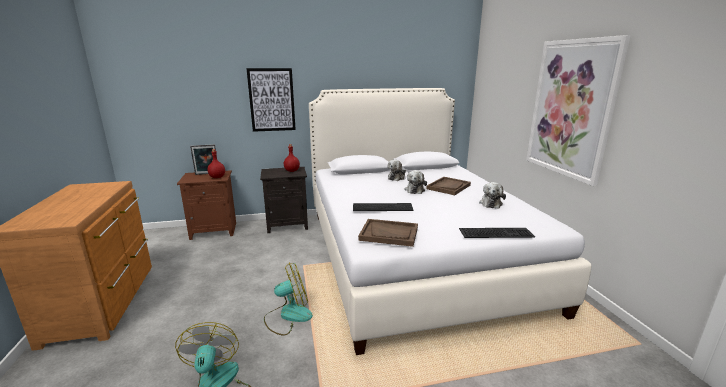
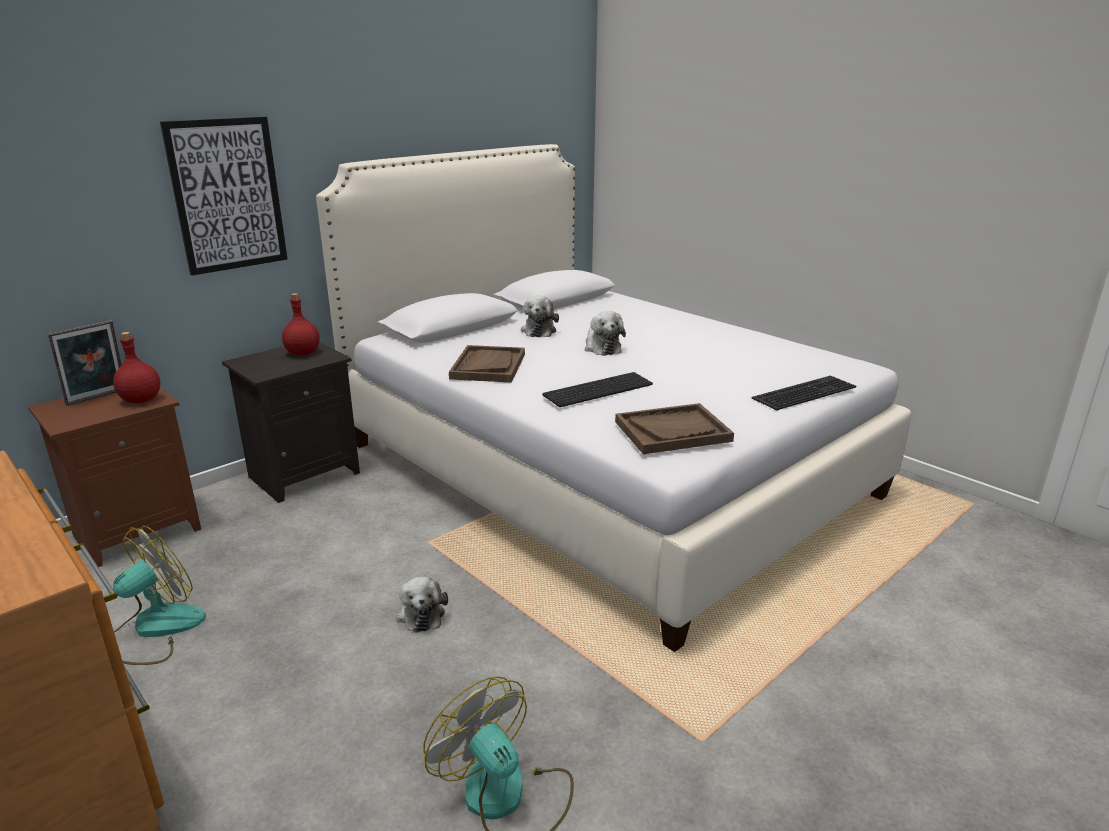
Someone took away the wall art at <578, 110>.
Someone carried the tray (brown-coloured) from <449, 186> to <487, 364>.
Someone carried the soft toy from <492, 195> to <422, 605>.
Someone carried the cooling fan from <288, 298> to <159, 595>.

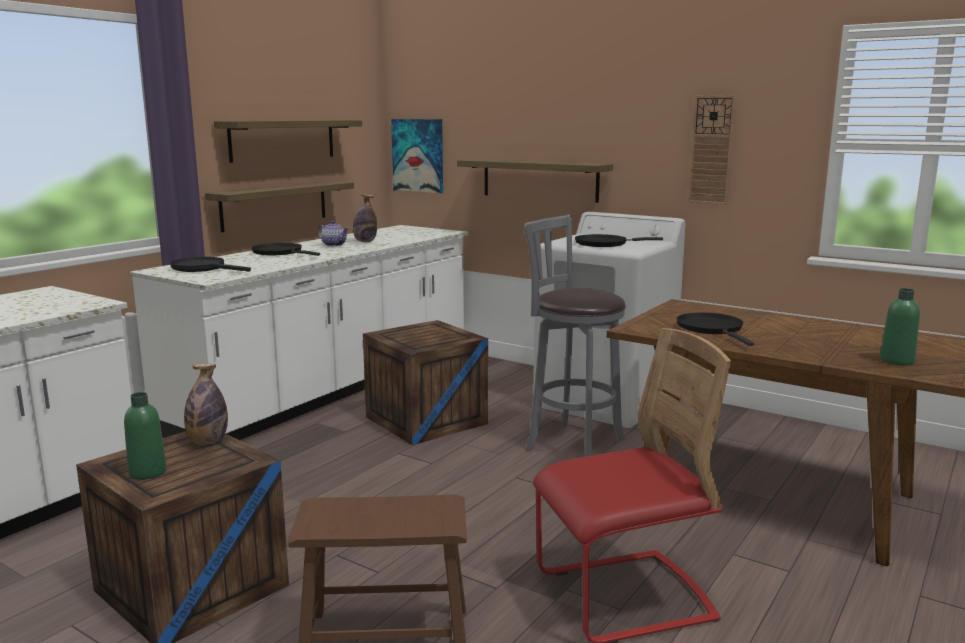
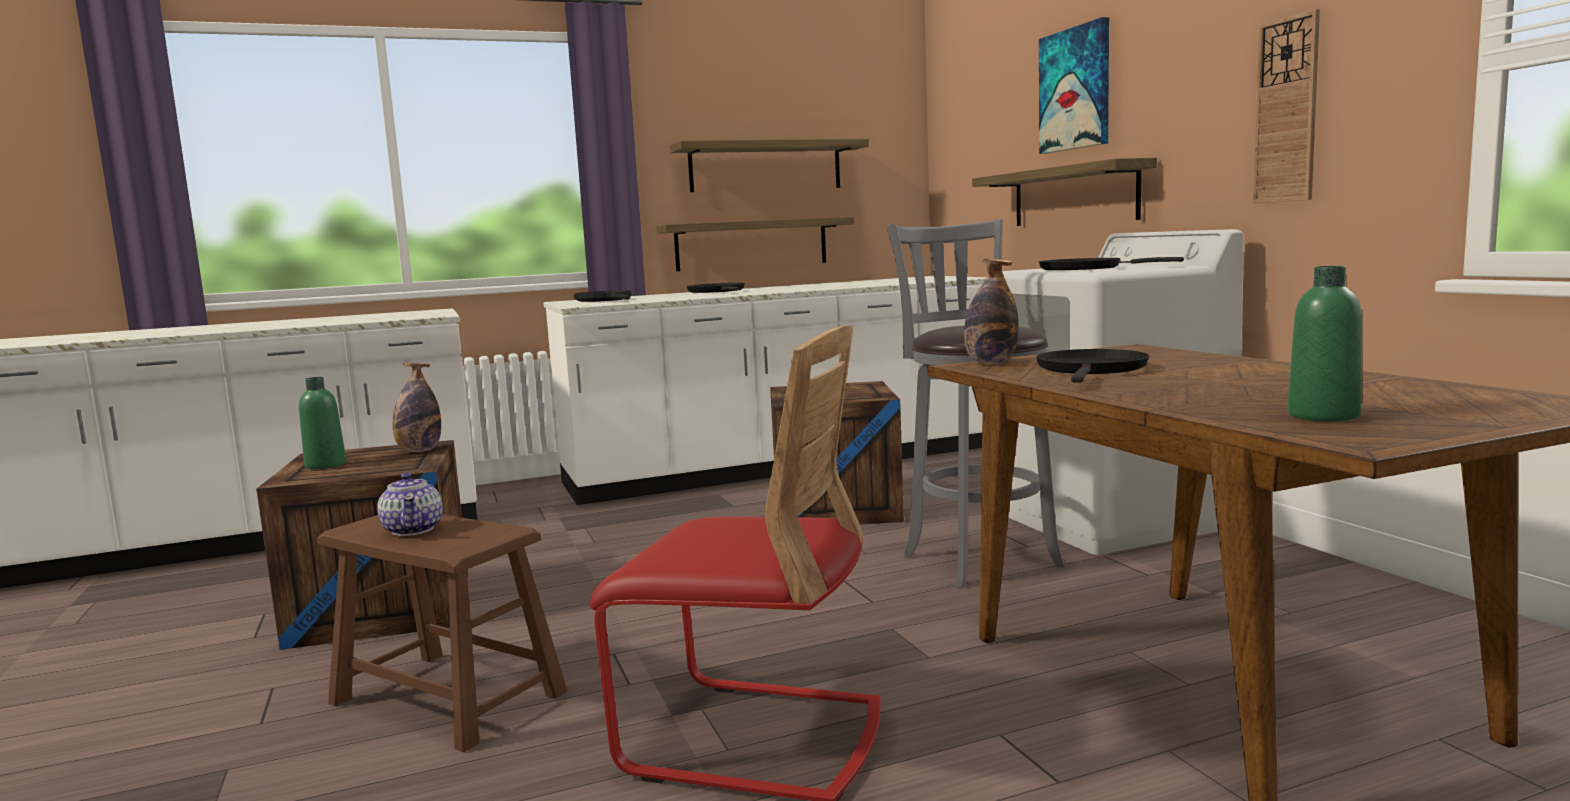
Someone carried the wall art from <417, 156> to <1074, 85>.
Someone carried the bottle from <365, 218> to <991, 311>.
Someone carried the tea pot from <333, 233> to <409, 504>.

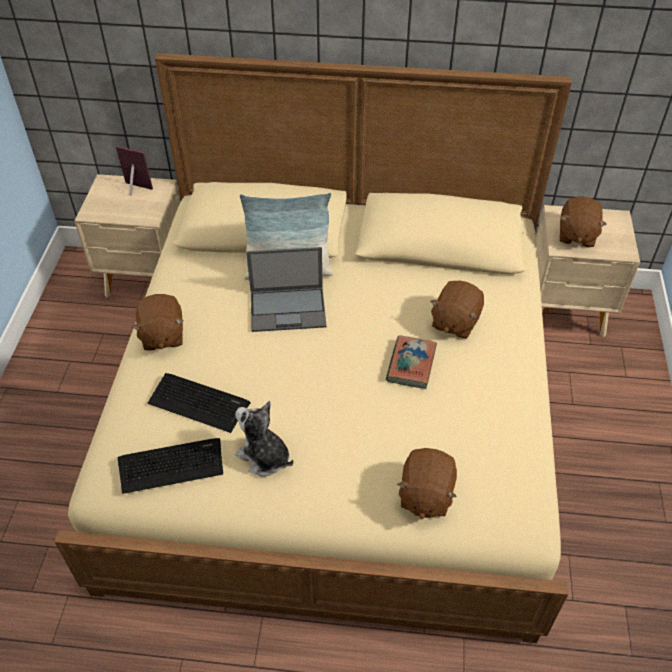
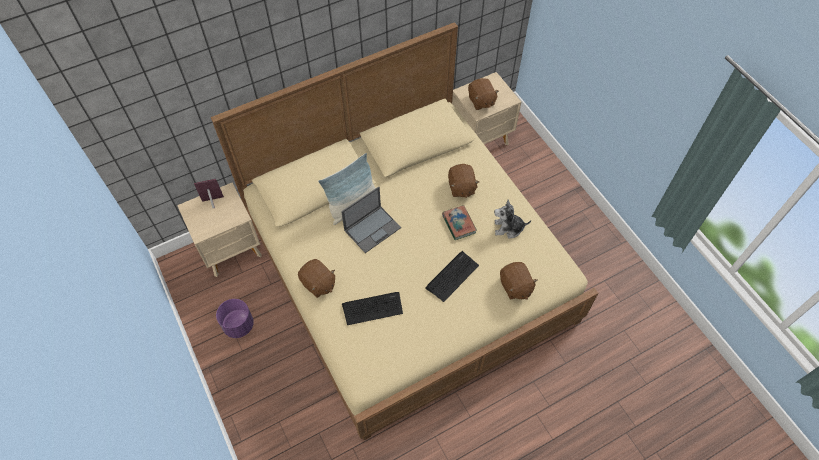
Someone carried the soft toy from <264, 438> to <512, 219>.
Someone carried the PC keyboard from <170, 466> to <452, 276>.
Someone put down the planter (purple-coloured) at <235, 318>.

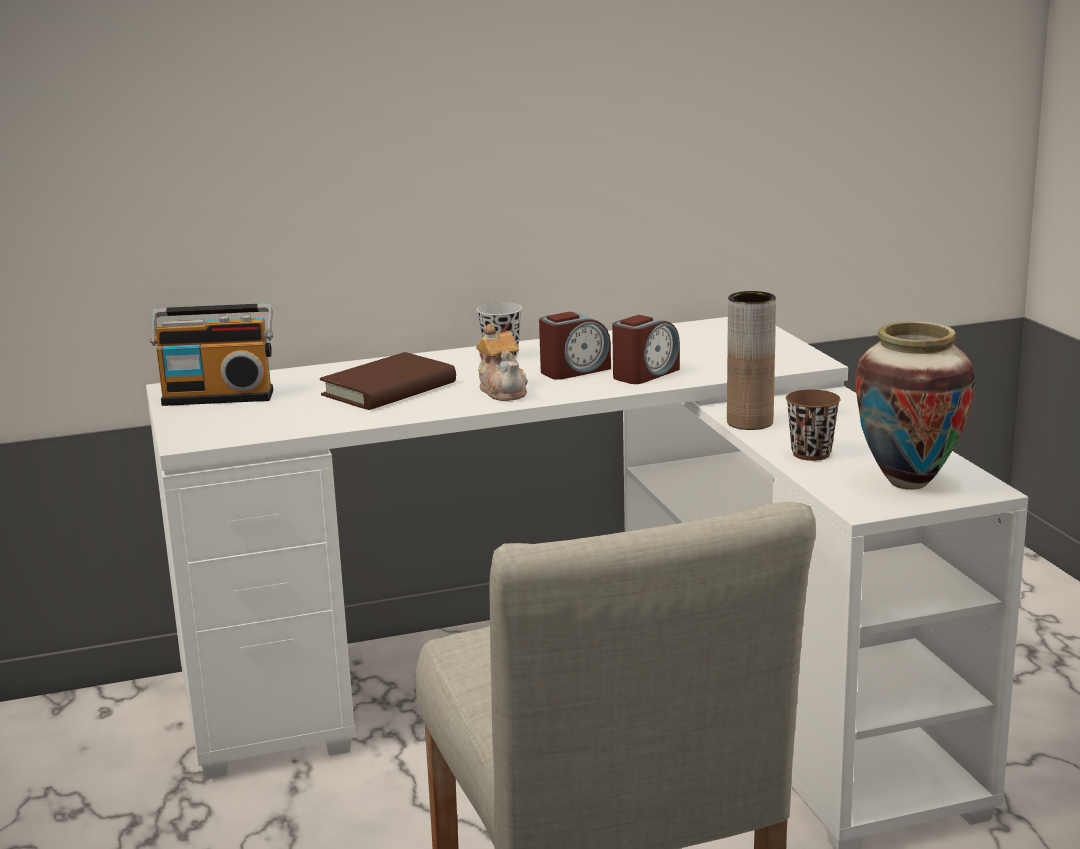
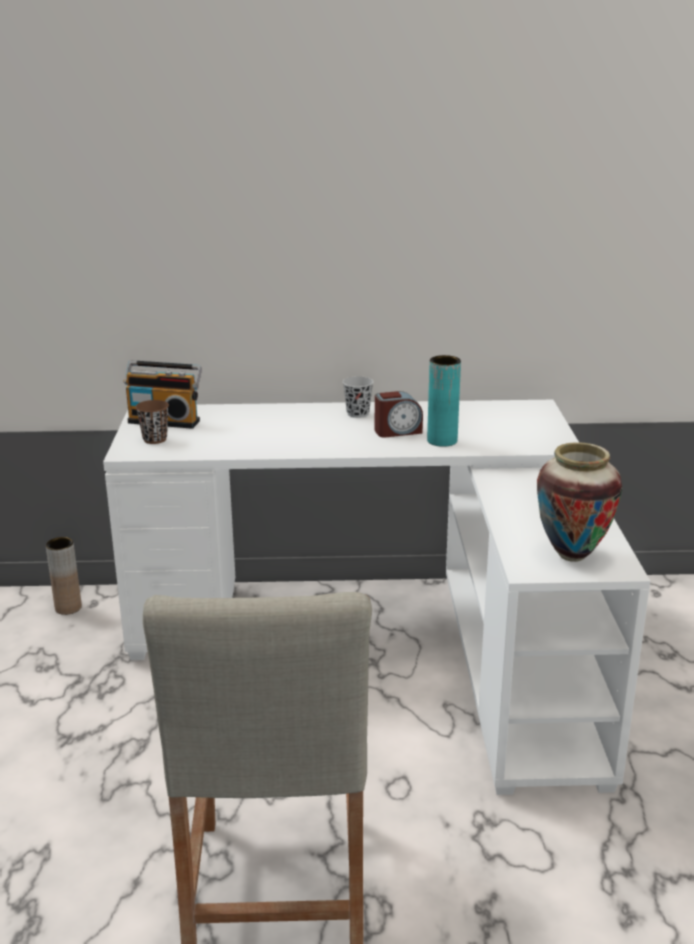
Someone carried the flower vase (brown-coloured) from <751, 360> to <64, 576>.
Someone swapped the bedside clock at <646, 349> for the flower vase (turquoise) at <444, 401>.
Someone took away the tea pot at <502, 362>.
Someone took away the book (brown-coloured) at <388, 381>.
Someone carried the cup (brown-coloured) from <813, 425> to <152, 422>.

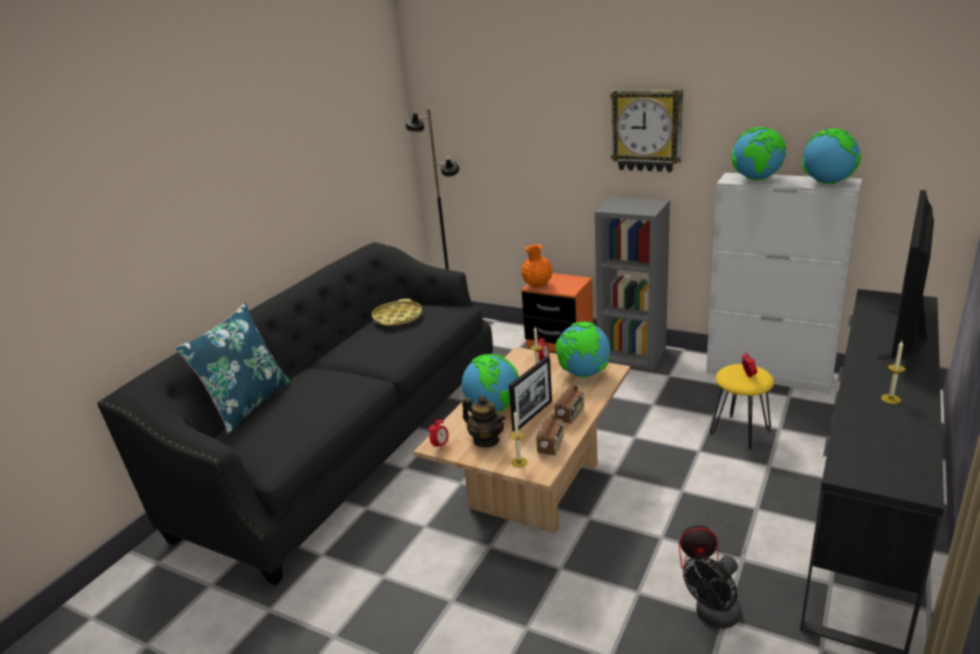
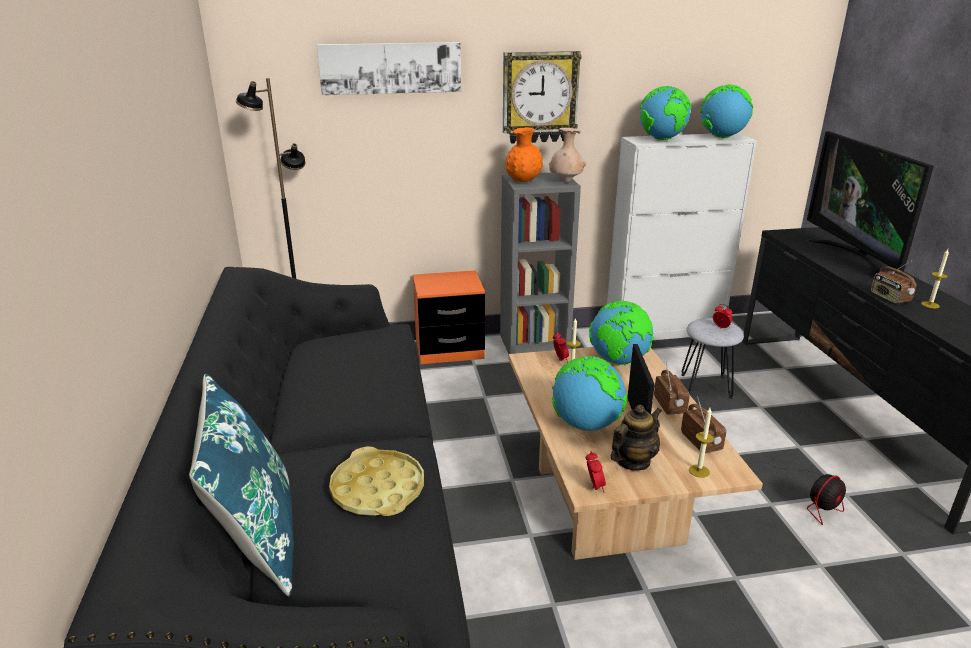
Someone carried the flower vase (orange) from <537, 265> to <524, 154>.
Someone carried the tray (yellow-coloured) from <397, 312> to <376, 481>.
Someone repainted the stool (yellow-coloured) at <742, 407>, which became the stool (greyish) at <712, 358>.
Someone rotated the tea pot at <484, 421> by 45 degrees counterclockwise.
Someone took away the cooling fan (blackish) at <712, 592>.
Someone put up the wall art at <389, 68>.
Someone put down the flower vase (beige-coloured) at <567, 155>.
Someone put down the radio receiver at <894, 282>.

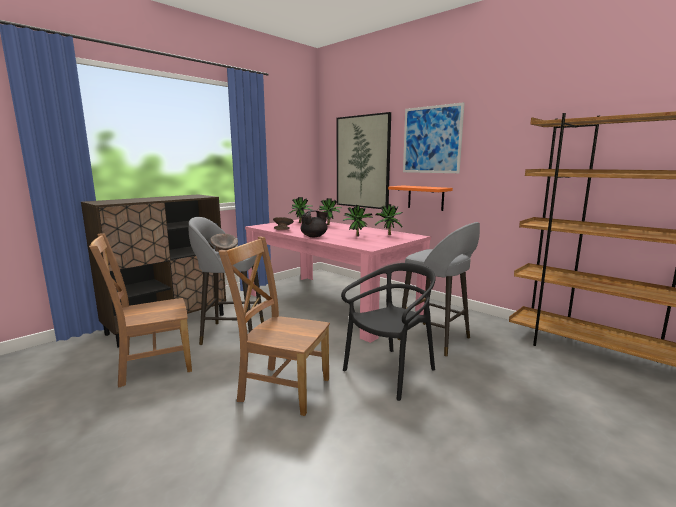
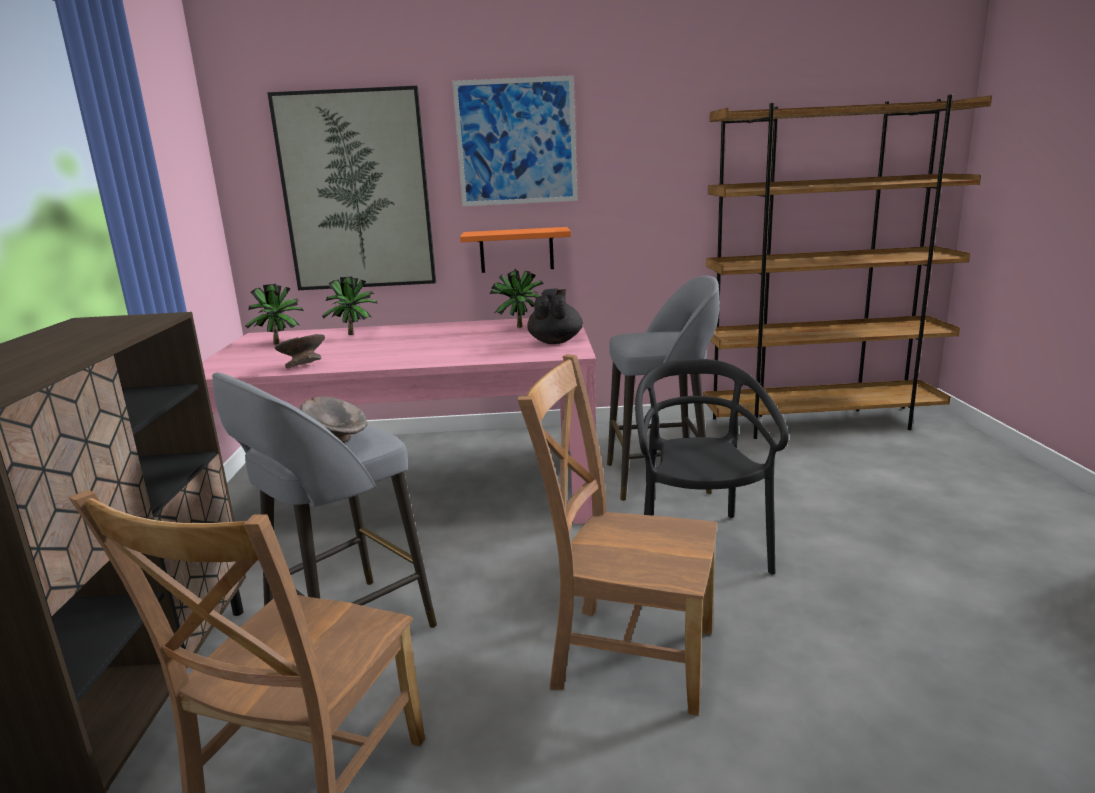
Someone took away the potted plant at <358, 221>.
Someone carried the tea pot (blackish) from <314, 223> to <555, 316>.
Someone rotated the plain chair (brown-coloured) at <274, 326> by 45 degrees clockwise.

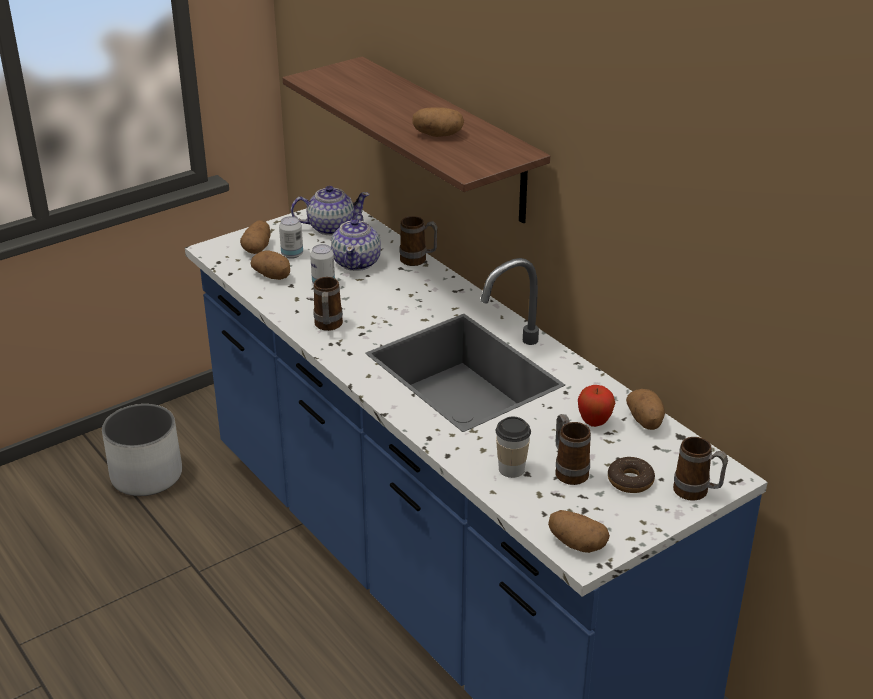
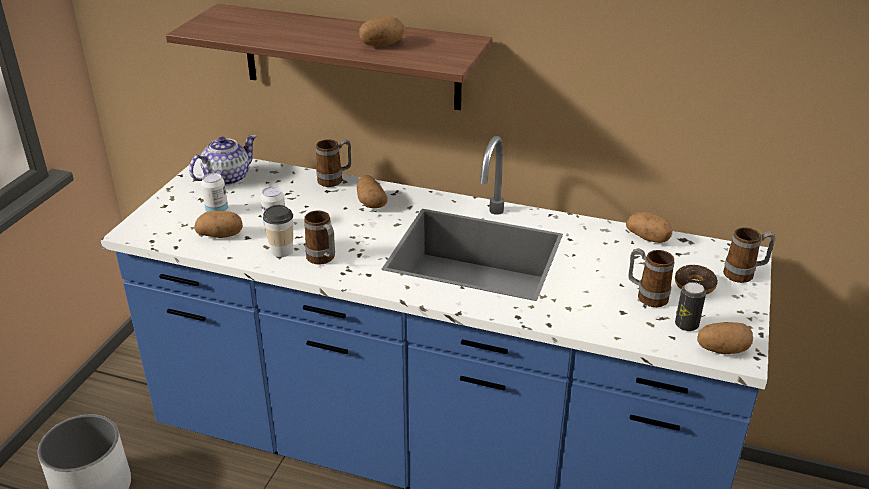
Someone took away the tea pot at <356, 242>.
Someone carried the whole potato from <255, 237> to <372, 191>.
Someone took away the whole apple at <596, 406>.
Someone carried the cup from <513, 447> to <278, 231>.
Someone put down the metal can at <690, 306>.

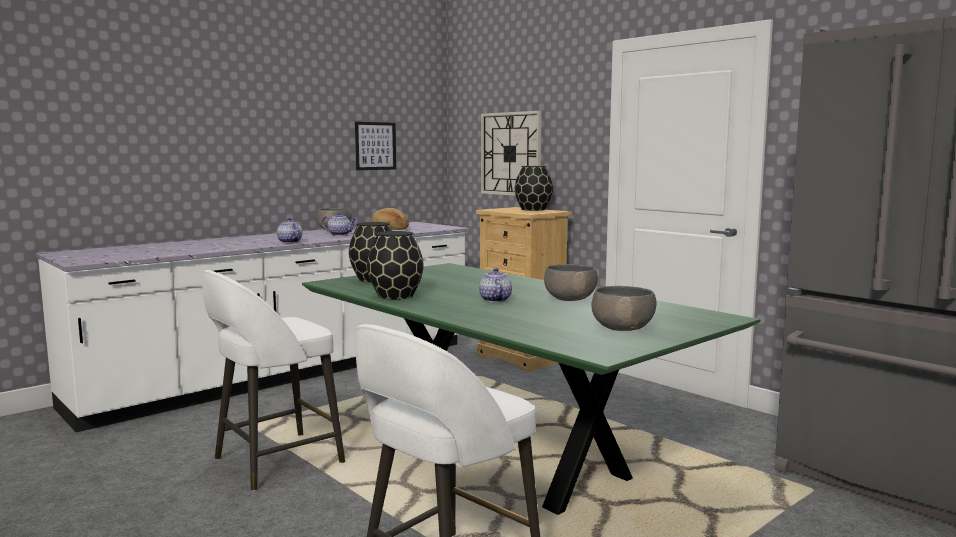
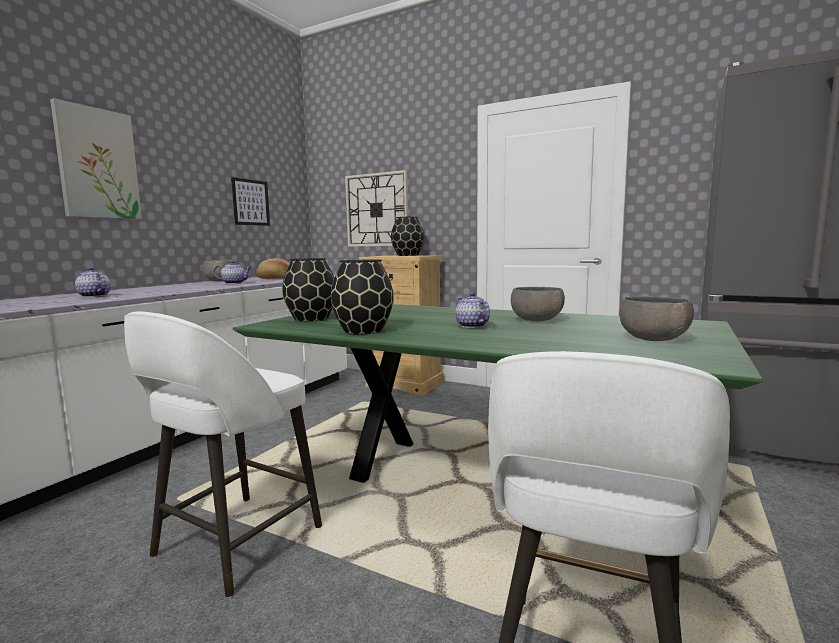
Someone carried the tea pot from <289, 230> to <93, 282>.
Someone put up the wall art at <96, 158>.

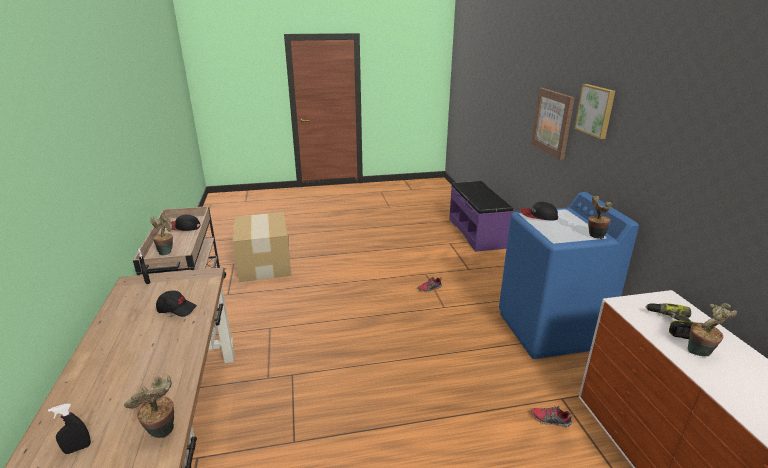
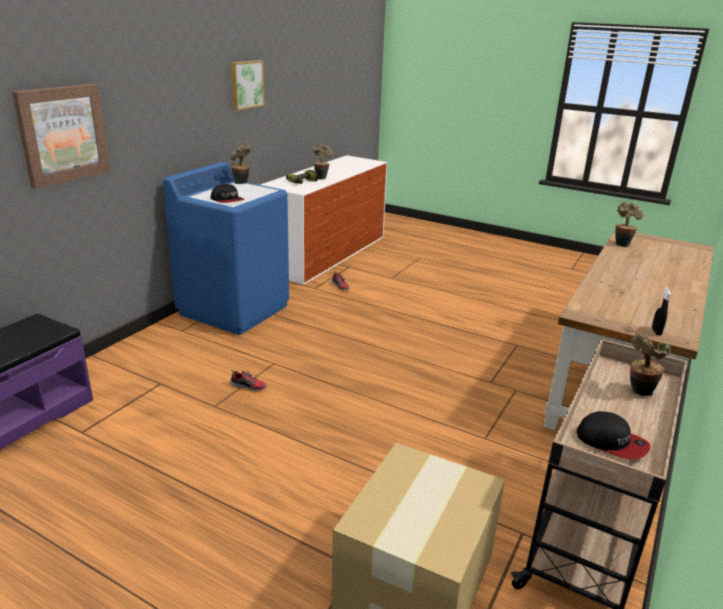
Someone carried the wall art from <594, 111> to <248, 85>.
Someone took away the peaked cap (blackish) at <176, 304>.
Someone took away the spray bottle (blackish) at <69, 429>.

